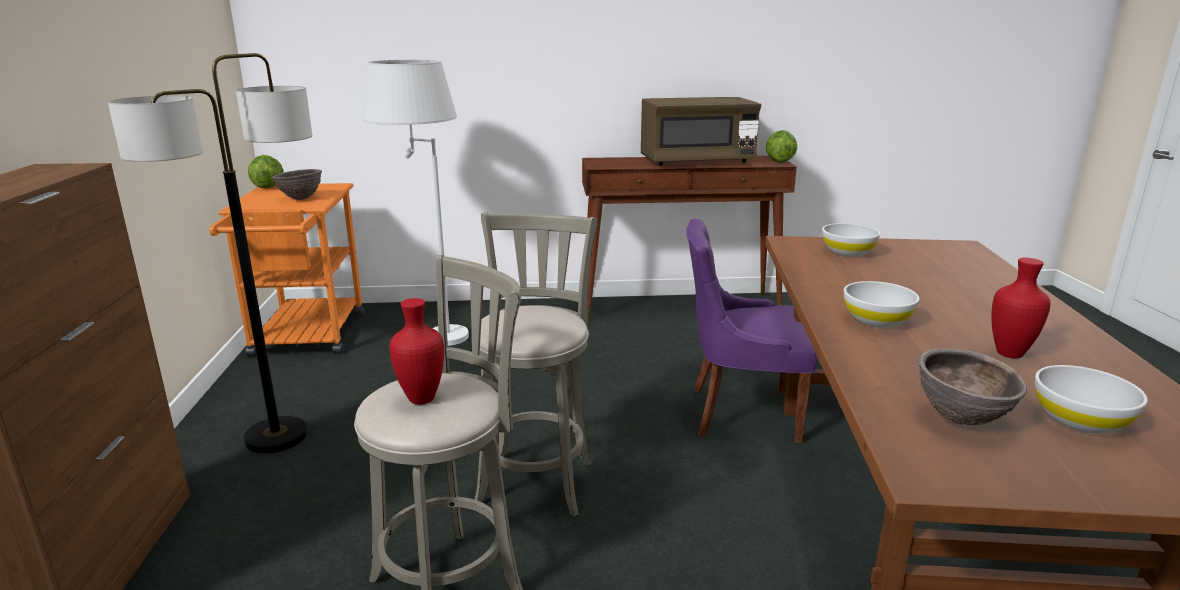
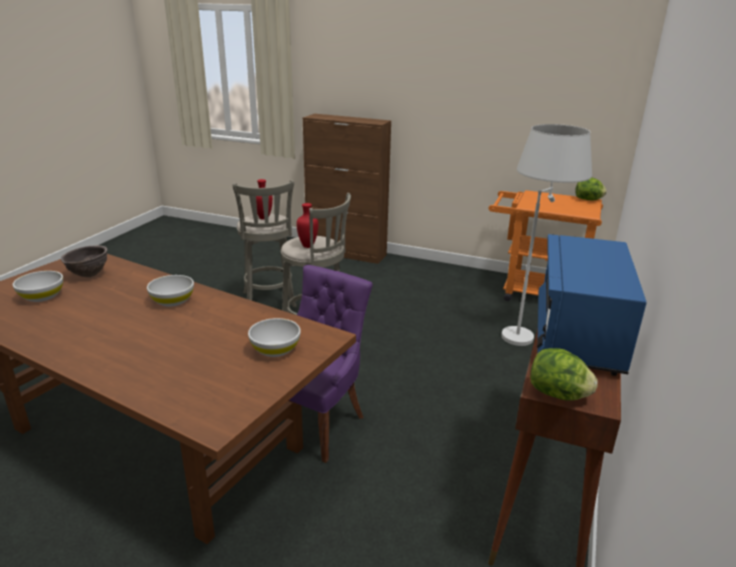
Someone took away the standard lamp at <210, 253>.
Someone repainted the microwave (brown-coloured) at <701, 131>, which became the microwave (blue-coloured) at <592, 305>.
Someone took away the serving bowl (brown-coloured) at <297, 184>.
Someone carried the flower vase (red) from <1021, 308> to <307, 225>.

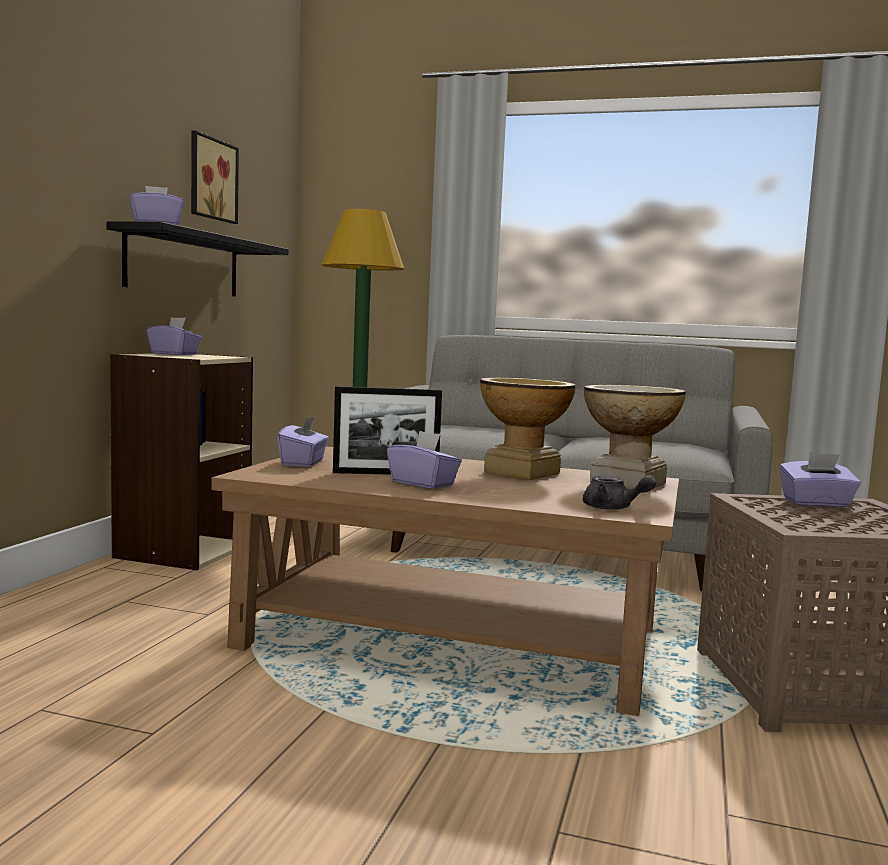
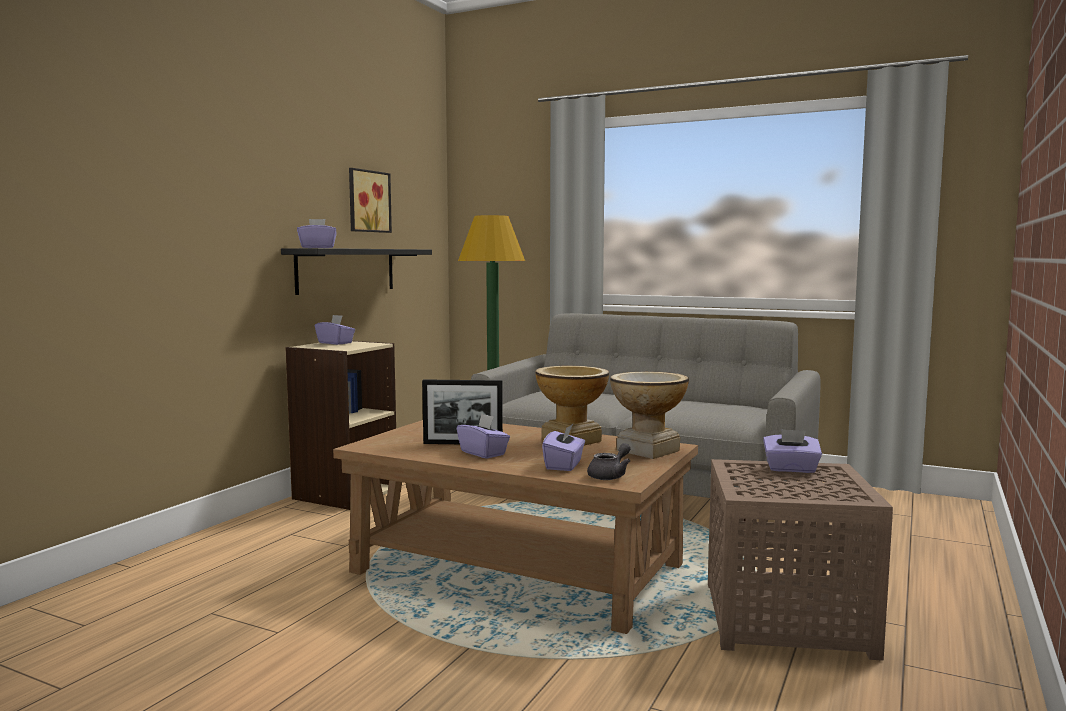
Someone carried the box of tissues (purple-coloured) from <303, 441> to <563, 447>.
Someone rotated the tea pot (greyish) at <619, 492> by 90 degrees counterclockwise.

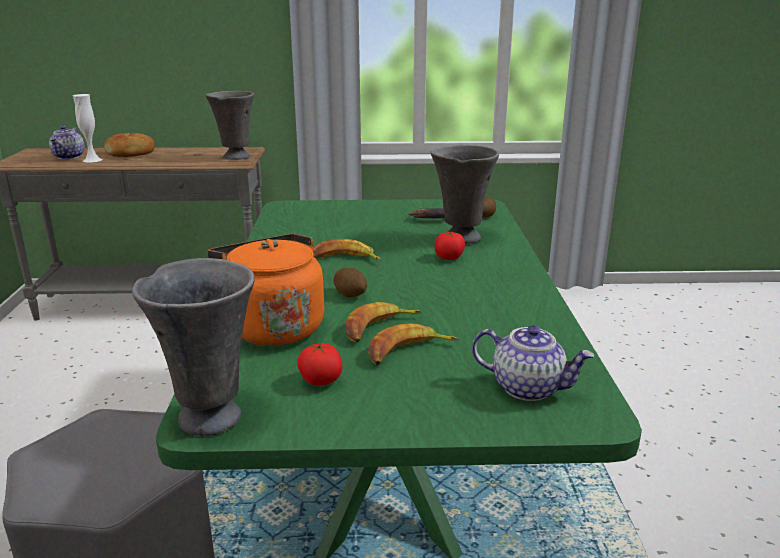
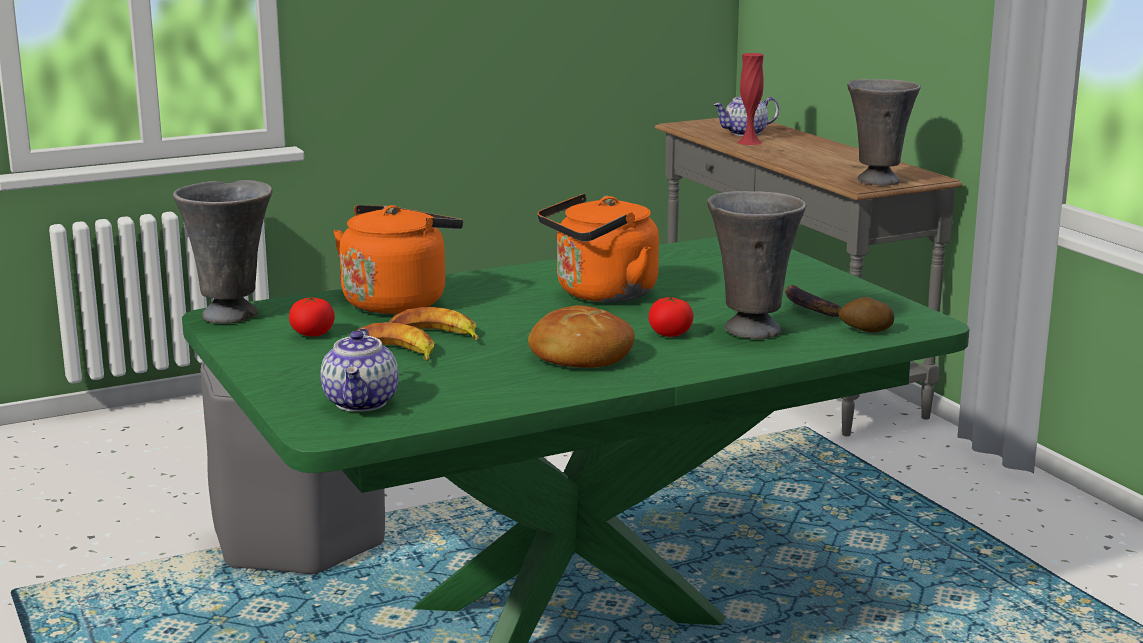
Someone repainted the flower vase (white) at <88, 128>, which became the flower vase (red) at <750, 99>.
Someone carried the bakery bread from <129, 145> to <581, 336>.
Someone swapped the whole banana at <347, 250> for the kettle (orange) at <598, 248>.
Someone took away the whole potato at <350, 282>.

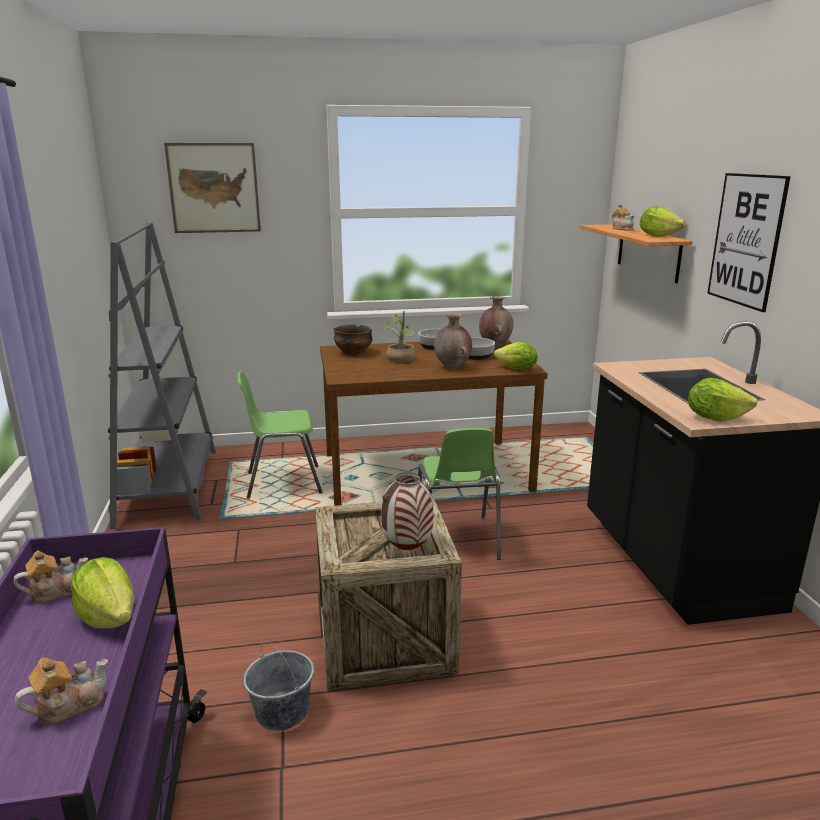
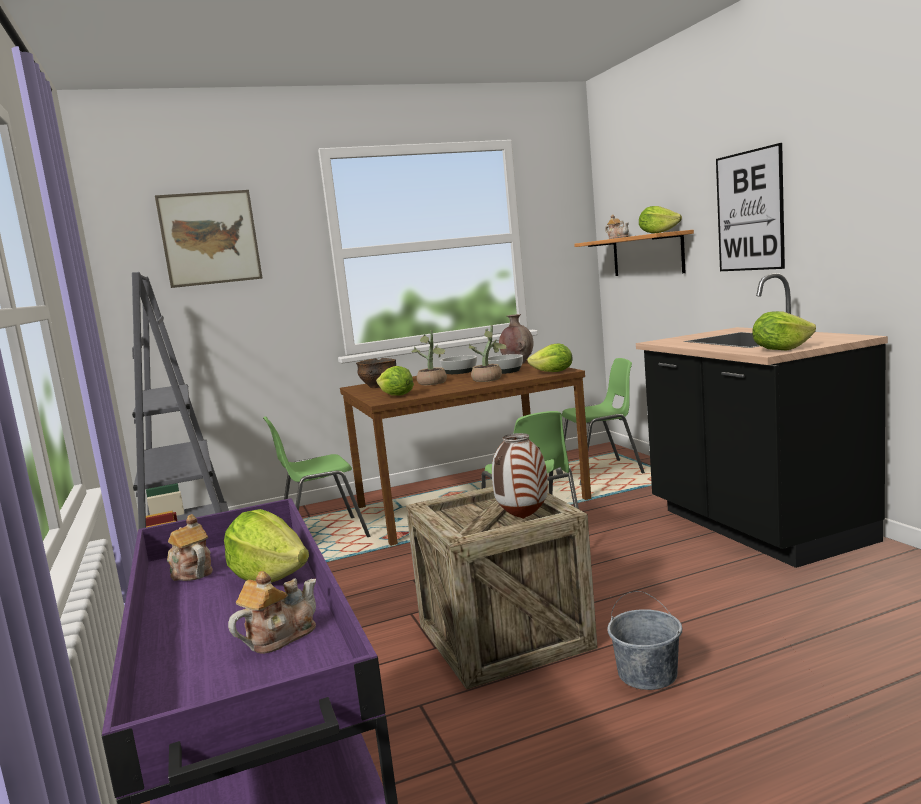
Someone swapped the flower vase (brown-coloured) at <453, 341> for the potted plant at <488, 353>.
Someone rotated the tea pot at <50, 576> by 90 degrees counterclockwise.
Someone carried the pail (greyish) from <278, 686> to <645, 640>.
Someone put down the plain chair (green-coloured) at <603, 421>.
Someone put down the lettuce head at <395, 381>.

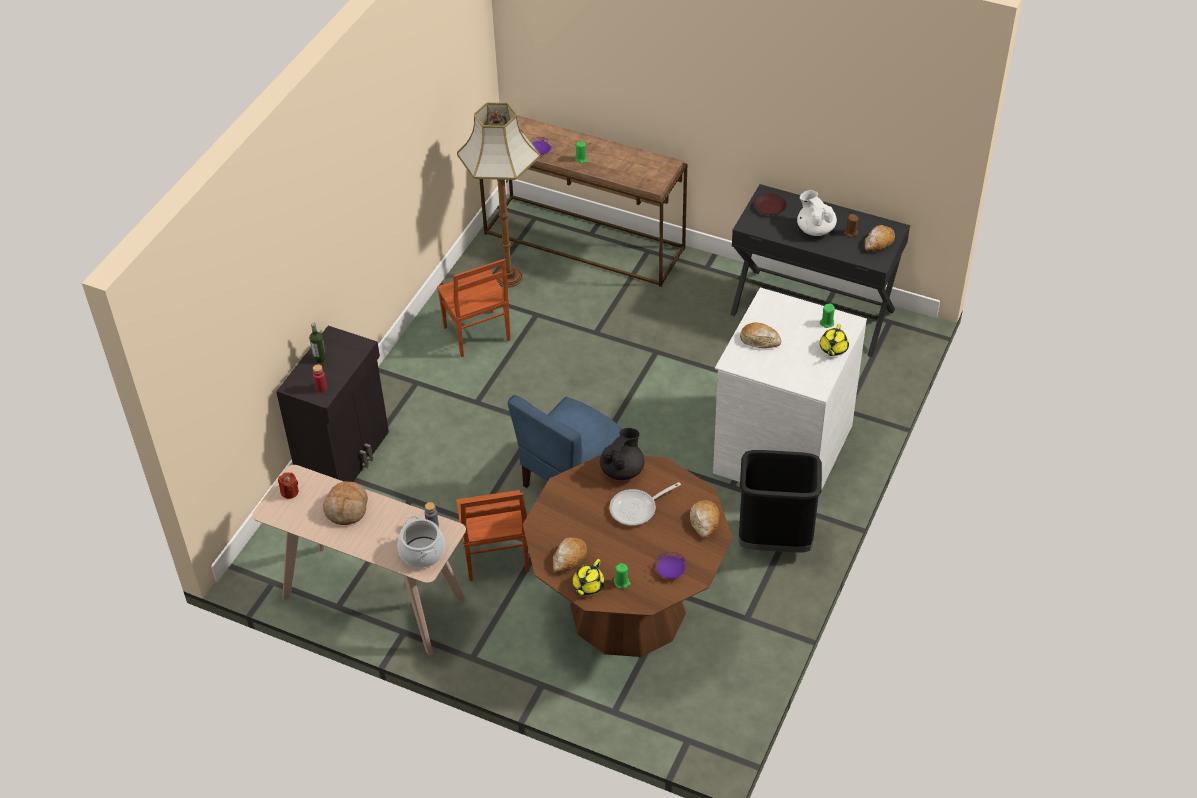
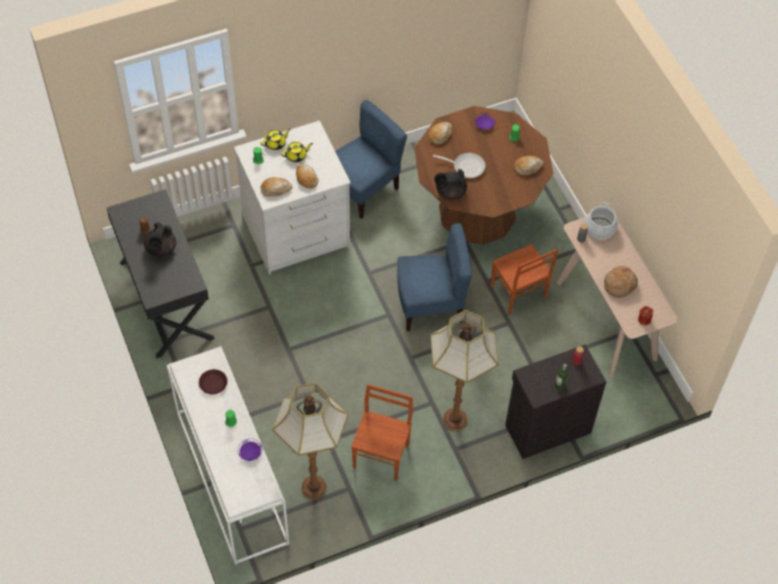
Someone repainted the narrow table (brown-coloured) at <583, 201>, which became the narrow table (white) at <228, 455>.
Someone repainted the tea pot (white) at <817, 213>, which became the tea pot (blackish) at <160, 239>.
Someone carried the dinner plate (brown-coloured) from <770, 204> to <213, 381>.
Someone carried the bakery bread from <880, 238> to <276, 187>.
Someone swapped the trash can (blackish) at <780, 501> for the plain chair (blue-coloured) at <371, 159>.
Someone rotated the plain chair (brown-coloured) at <492, 535> by 120 degrees clockwise.
Someone carried the tea pot (yellow-coloured) from <588, 577> to <296, 152>.
Someone put down the standard lamp at <464, 370>.

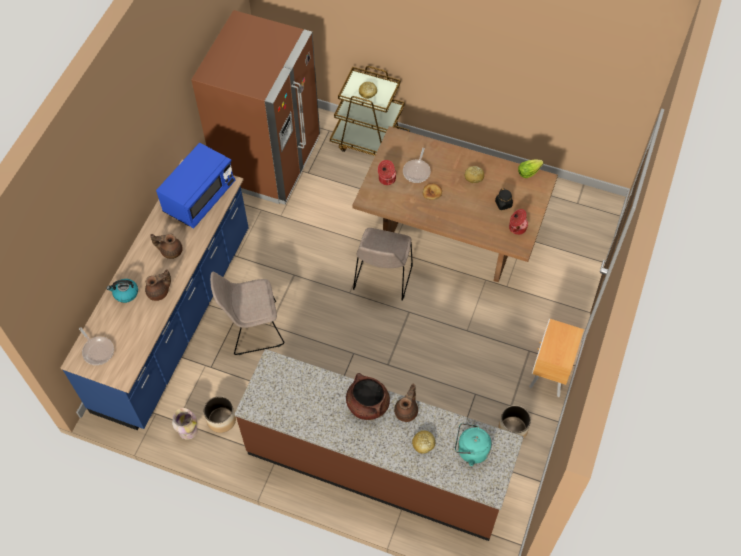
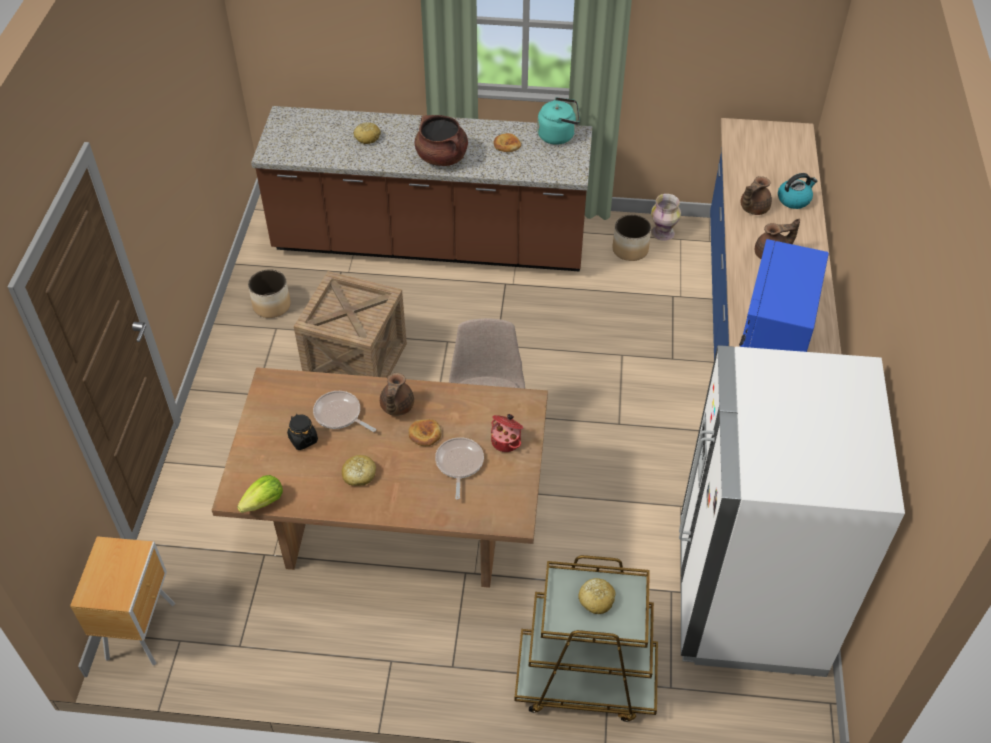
Someone repainted the refrigerator (brown-coloured) at <255, 107>, which became the refrigerator (white) at <792, 511>.
Someone took away the stockpot at <518, 222>.
Someone took away the plain chair (beige-coloured) at <247, 313>.
Someone carried the bedside table (brown-coloured) from <556, 358> to <122, 600>.
Someone carried the frying pan from <96, 346> to <344, 411>.
Someone carried the tea pot (brown-coloured) from <406, 403> to <397, 394>.
Someone carried the kettle (turquoise) from <473, 444> to <558, 121>.
Someone put down the bakery bread at <507, 142>.
Someone put down the shipping crate at <350, 324>.

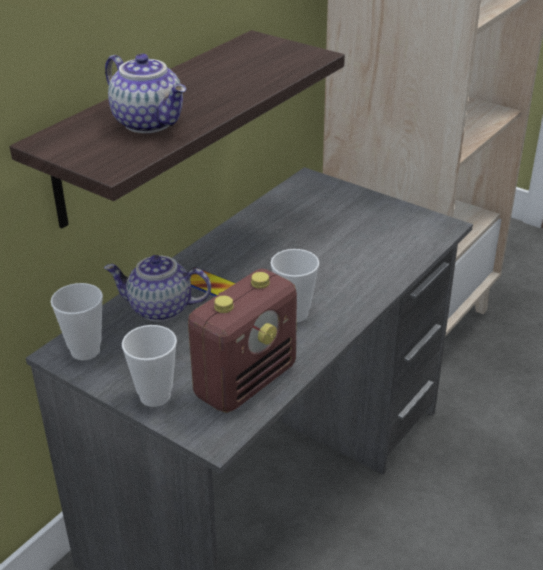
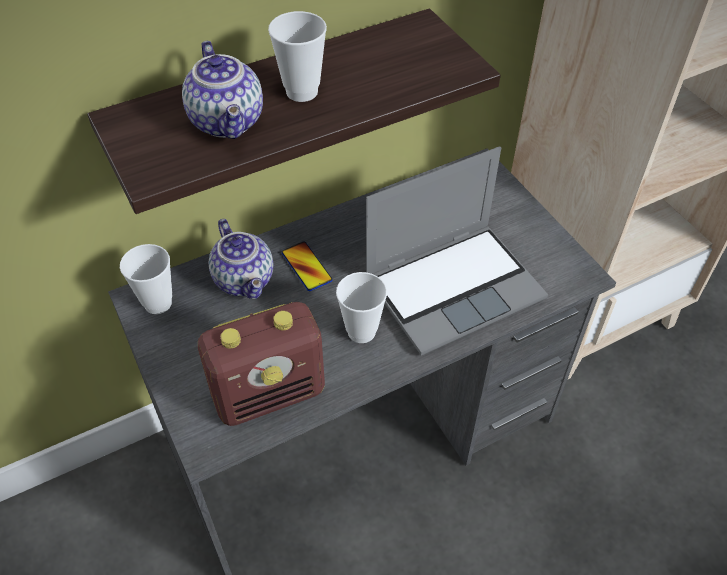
Someone rotated the tea pot at <157, 288> by 150 degrees counterclockwise.
Someone carried the cup from <149, 366> to <297, 56>.
Someone put down the notebook computer at <457, 251>.

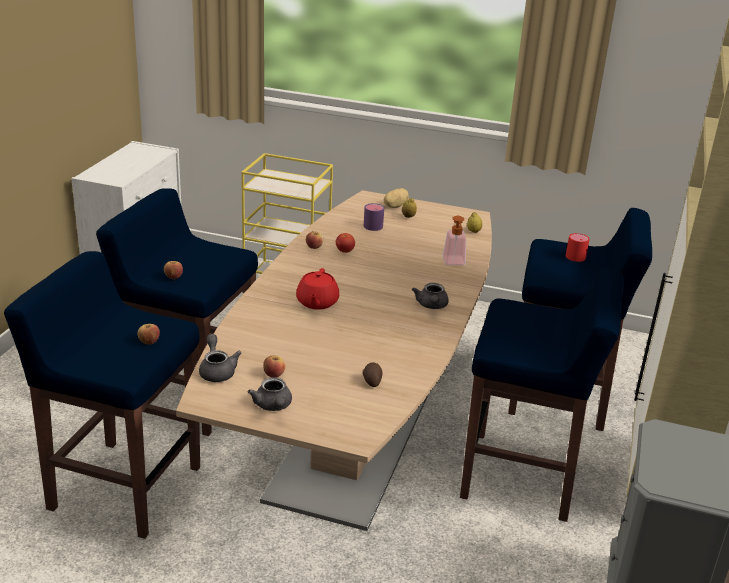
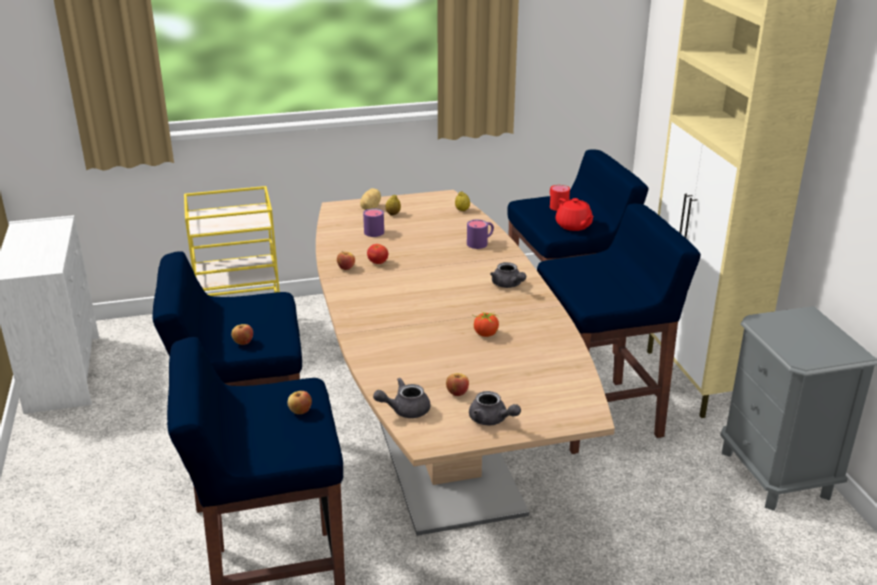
Someone swapped the soap dispenser at <454, 240> for the coffee mug (purple-coloured) at <480, 234>.
Someone carried the tea pot (red) from <317, 289> to <574, 214>.
Someone rotated the tea pot (greyish) at <220, 358> by 60 degrees counterclockwise.
Someone took away the whole potato at <373, 374>.
Someone put down the whole tomato at <485, 324>.

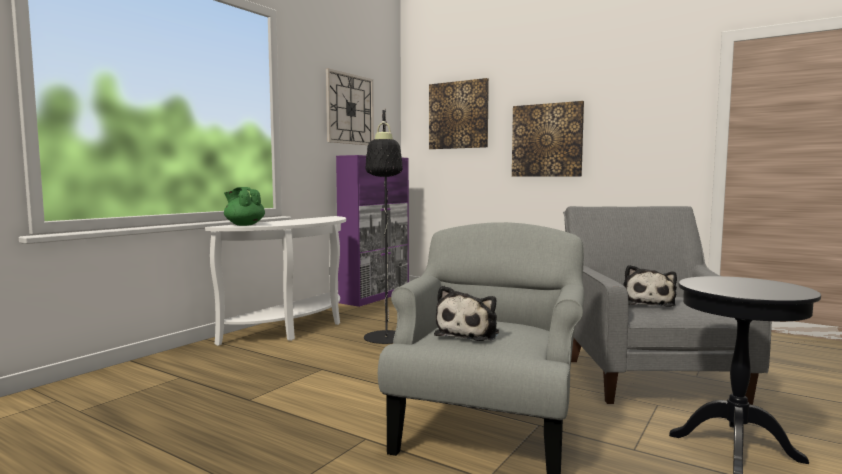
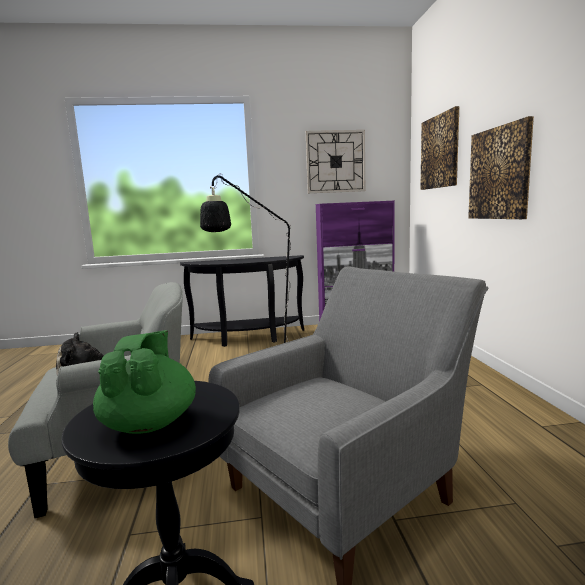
Someone carried the tea pot (green-coloured) from <244, 206> to <144, 382>.
Someone repainted the narrow table (white) at <275, 281>, which became the narrow table (blackish) at <242, 301>.
Someone took away the soft toy at <650, 286>.

